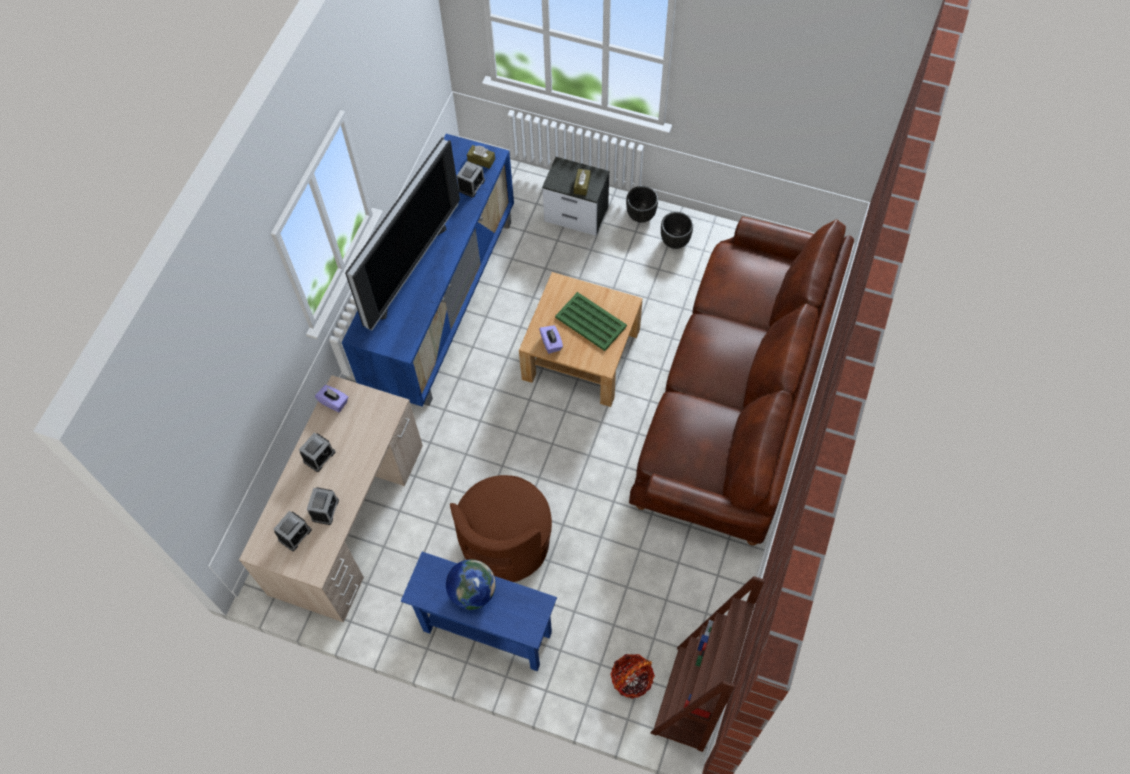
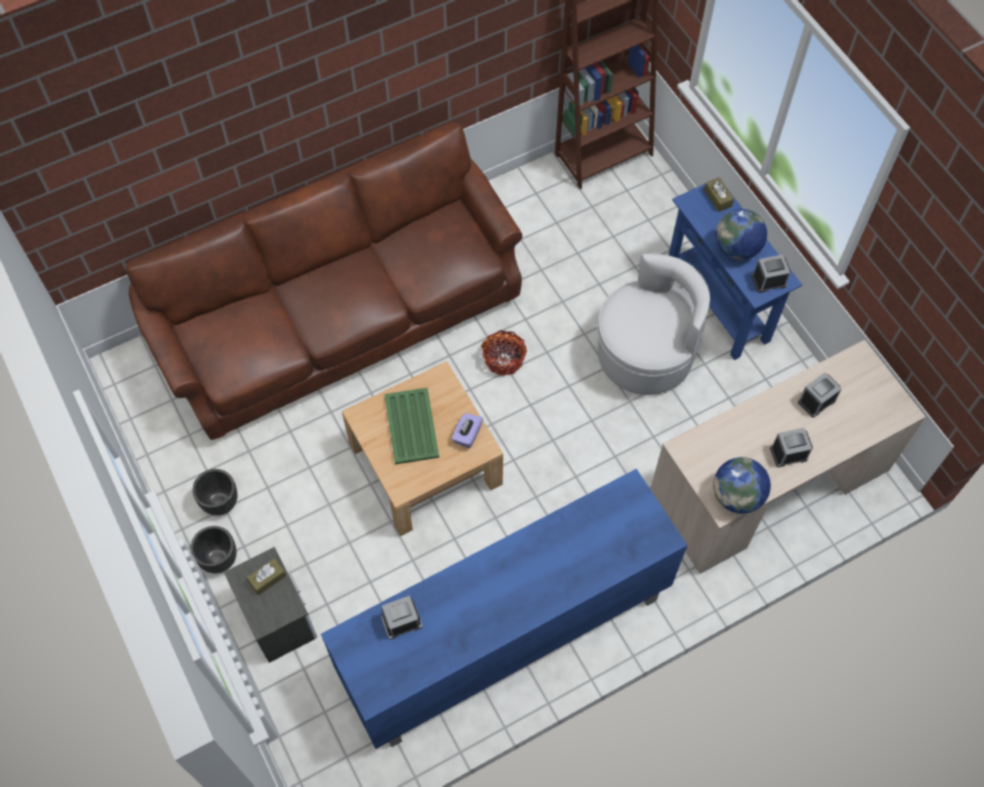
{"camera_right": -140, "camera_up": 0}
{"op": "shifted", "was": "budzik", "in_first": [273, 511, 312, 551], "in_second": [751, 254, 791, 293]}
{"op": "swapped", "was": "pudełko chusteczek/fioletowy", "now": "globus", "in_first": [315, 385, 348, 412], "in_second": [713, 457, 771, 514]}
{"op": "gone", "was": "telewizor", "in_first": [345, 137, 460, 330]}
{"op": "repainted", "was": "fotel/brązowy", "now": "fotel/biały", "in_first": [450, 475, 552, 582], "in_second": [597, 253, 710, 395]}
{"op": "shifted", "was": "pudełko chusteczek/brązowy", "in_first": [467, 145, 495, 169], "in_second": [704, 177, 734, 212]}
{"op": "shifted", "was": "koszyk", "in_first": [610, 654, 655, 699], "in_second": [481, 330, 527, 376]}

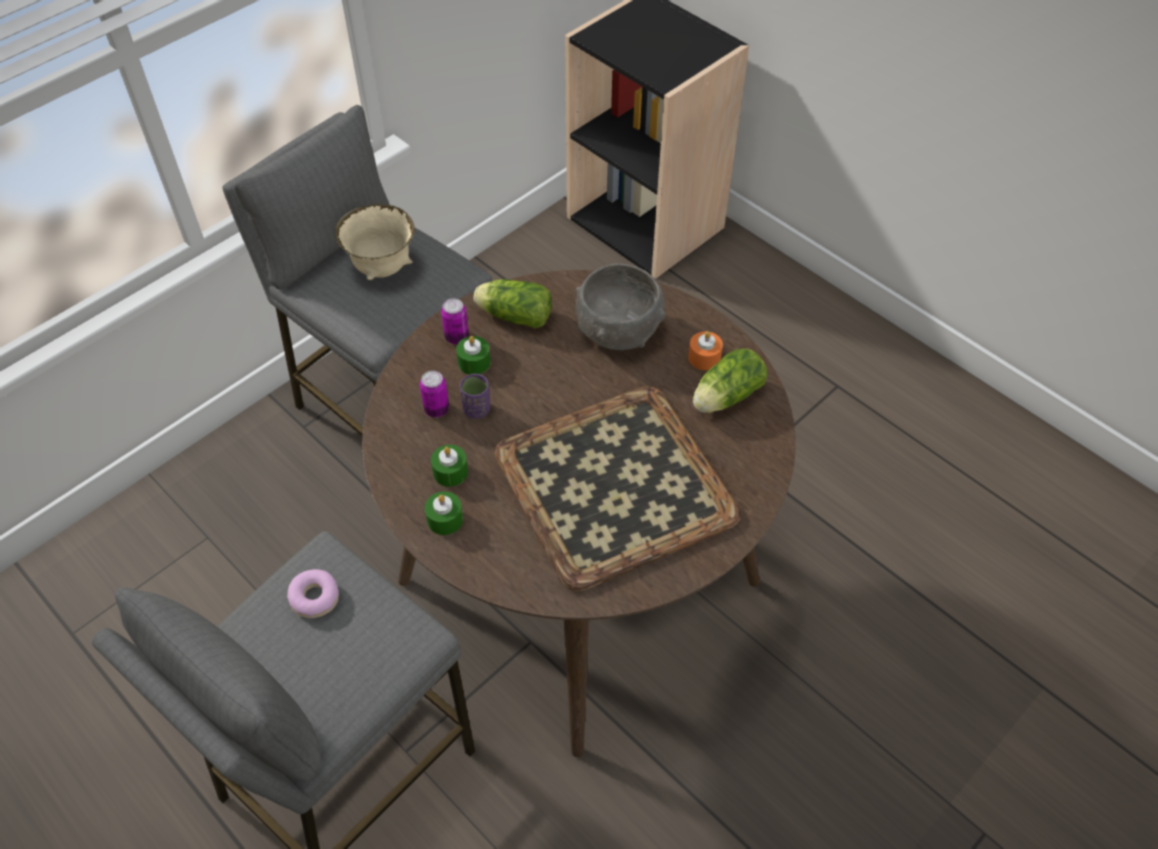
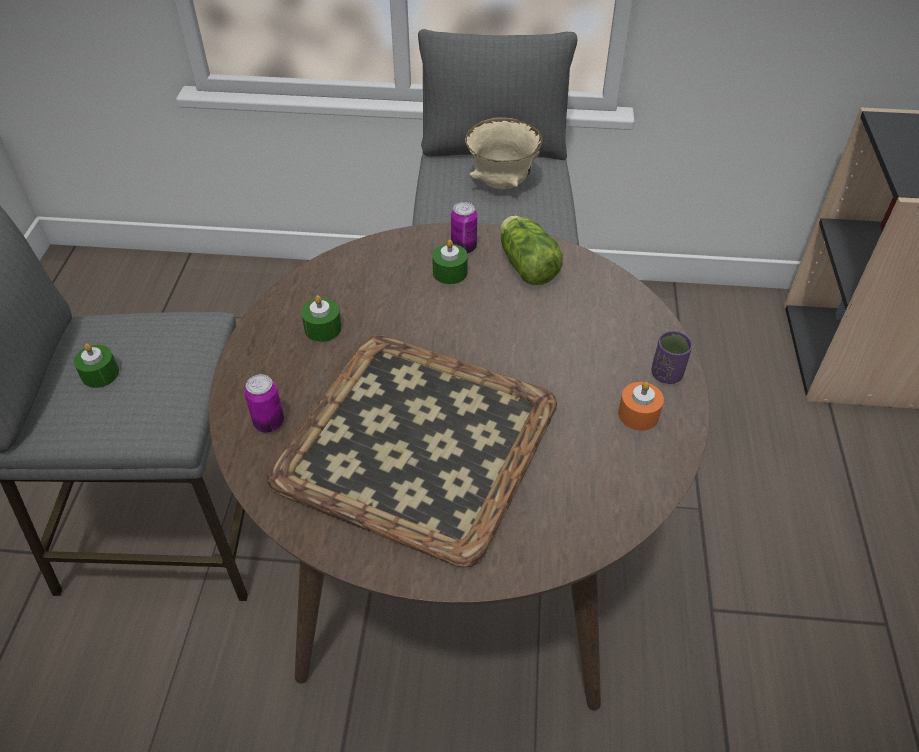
{"camera_right": 50, "camera_up": -5}
{"op": "gone", "was": "donut", "in_first": [287, 569, 339, 618]}
{"op": "shifted", "was": "puszka", "in_first": [420, 371, 449, 418], "in_second": [244, 374, 284, 433]}
{"op": "shifted", "was": "świeca/zielony", "in_first": [425, 491, 463, 535], "in_second": [74, 343, 119, 388]}
{"op": "shifted", "was": "filiżanka/fioletowy", "in_first": [460, 374, 490, 419], "in_second": [651, 331, 692, 384]}
{"op": "gone", "was": "miska/szary", "in_first": [575, 264, 665, 350]}
{"op": "gone", "was": "sałata", "in_first": [693, 349, 768, 413]}

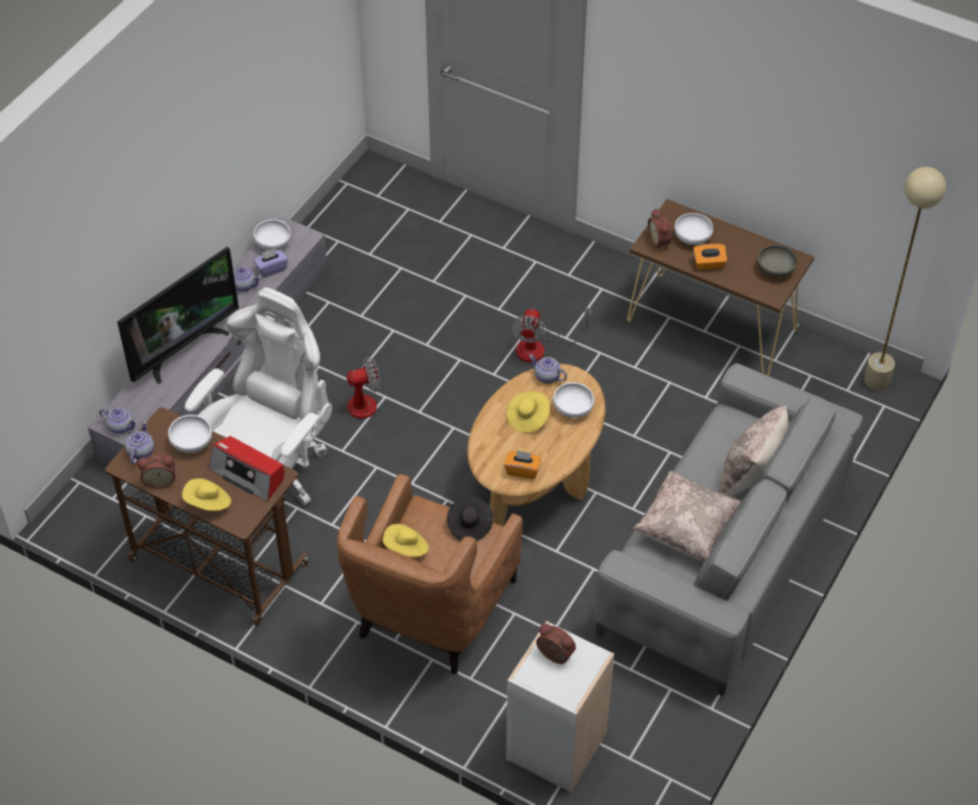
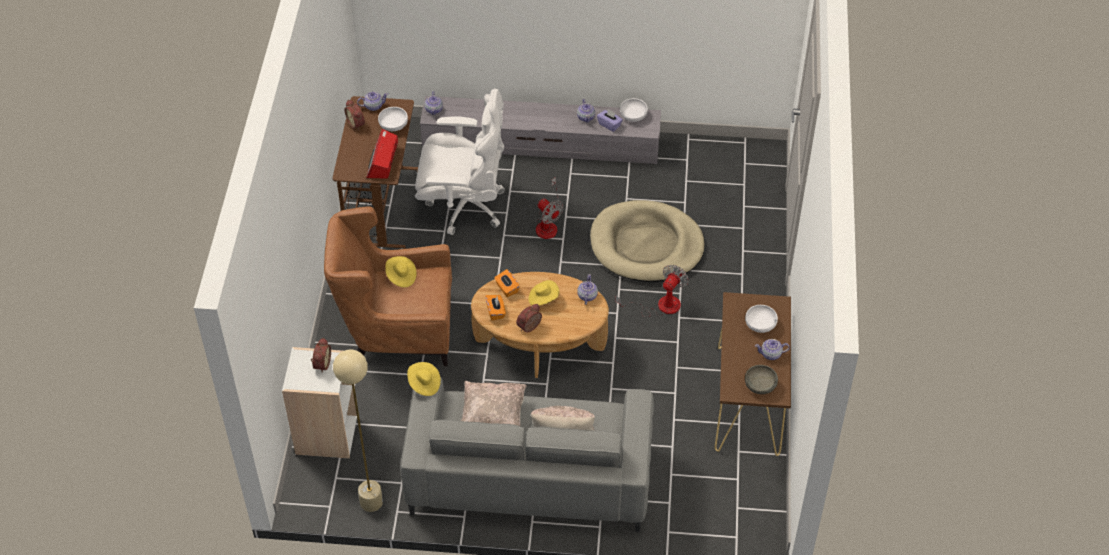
{"camera_right": 65, "camera_up": 0}
{"op": "gone", "was": "telewizor", "in_first": [117, 247, 239, 384]}
{"op": "shifted", "was": "kapelusz/żółty", "in_first": [182, 478, 231, 511], "in_second": [407, 362, 441, 396]}
{"op": "gone", "was": "kapelusz/czarny", "in_first": [447, 495, 493, 541]}
{"op": "rotated", "was": "wentylator", "in_first": [511, 308, 592, 362], "in_second": [615, 265, 689, 317], "clockwise": 135}
{"op": "gone", "was": "miska/biały", "in_first": [553, 382, 594, 418]}
{"op": "shifted", "was": "budzik", "in_first": [648, 208, 672, 250], "in_second": [516, 304, 542, 333]}
{"op": "shifted", "was": "pudełko chusteczek/pomarańczowy", "in_first": [693, 244, 727, 270], "in_second": [494, 269, 520, 297]}
{"op": "shifted", "was": "lampa stojąca/beżowy", "in_first": [864, 167, 946, 390], "in_second": [333, 349, 383, 512]}
{"op": "new", "now": "legowisko/beżowy", "in_second": [590, 200, 705, 282]}
{"op": "new", "now": "imbryk", "in_second": [755, 339, 790, 360]}

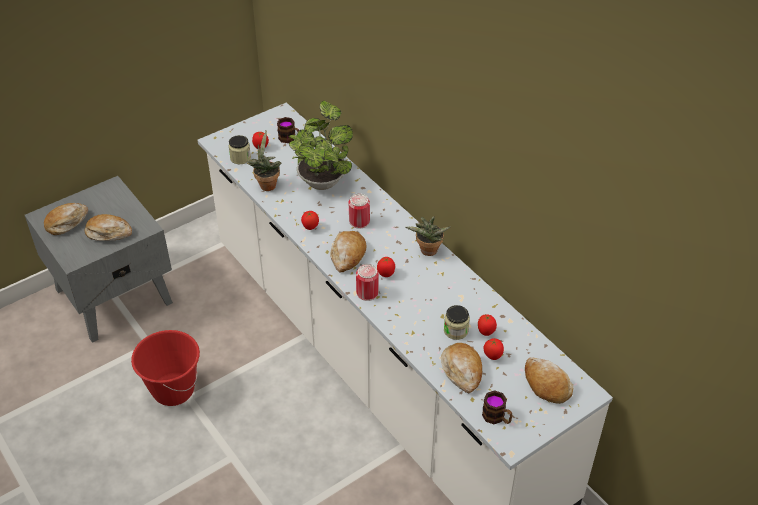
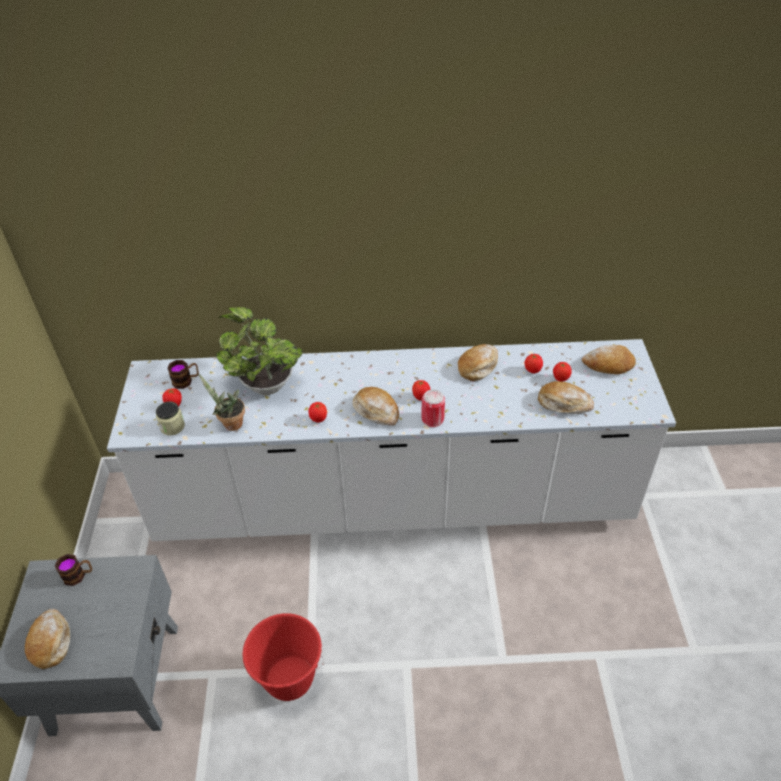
{"camera_right": -55, "camera_up": 0}
{"op": "shifted", "was": "chleb", "in_first": [84, 214, 132, 241], "in_second": [458, 344, 498, 381]}
{"op": "gone", "was": "puszka", "in_first": [349, 193, 370, 229]}
{"op": "gone", "was": "roślina doniczkowa", "in_first": [406, 216, 450, 256]}
{"op": "gone", "was": "słoik", "in_first": [444, 305, 470, 340]}
{"op": "shifted", "was": "kubek", "in_first": [482, 390, 513, 424], "in_second": [55, 554, 92, 586]}

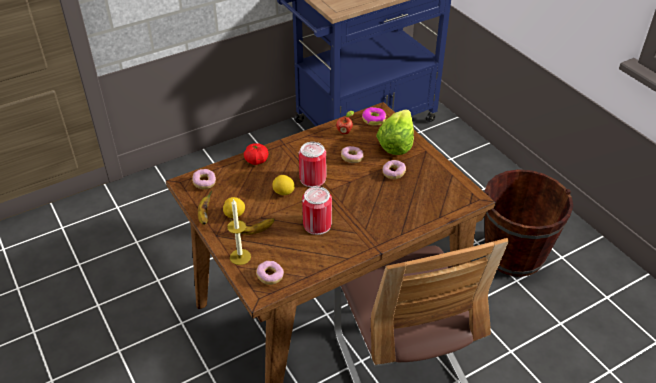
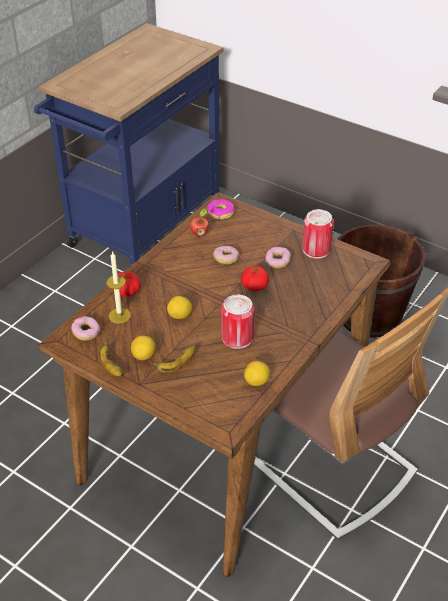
{"camera_right": -25, "camera_up": 0}
{"op": "shifted", "was": "świeca", "in_first": [227, 199, 251, 265], "in_second": [106, 251, 131, 324]}
{"op": "gone", "was": "donut", "in_first": [256, 261, 284, 285]}
{"op": "shifted", "was": "puszka", "in_first": [299, 142, 326, 187], "in_second": [302, 209, 334, 259]}
{"op": "gone", "was": "sałata", "in_first": [376, 109, 414, 155]}
{"op": "new", "now": "pomidor", "in_second": [241, 266, 269, 291]}
{"op": "new", "now": "cytryna", "in_second": [244, 361, 270, 386]}

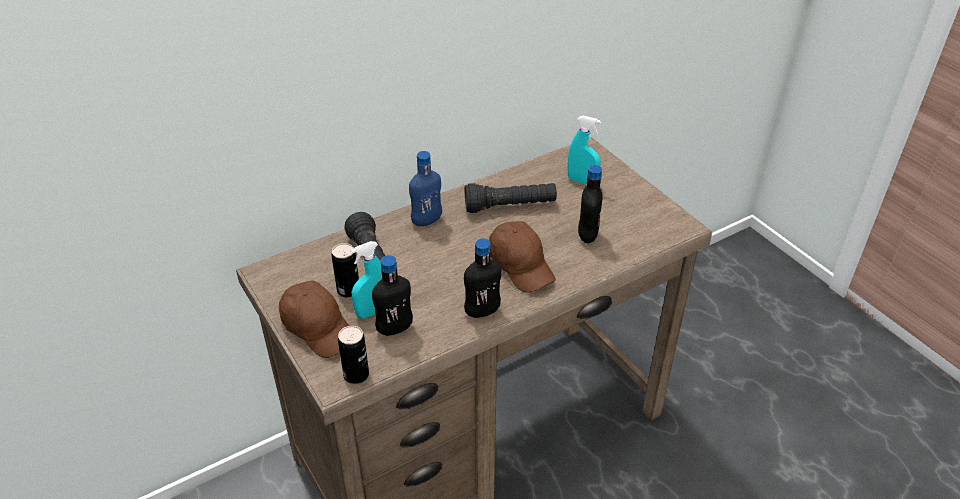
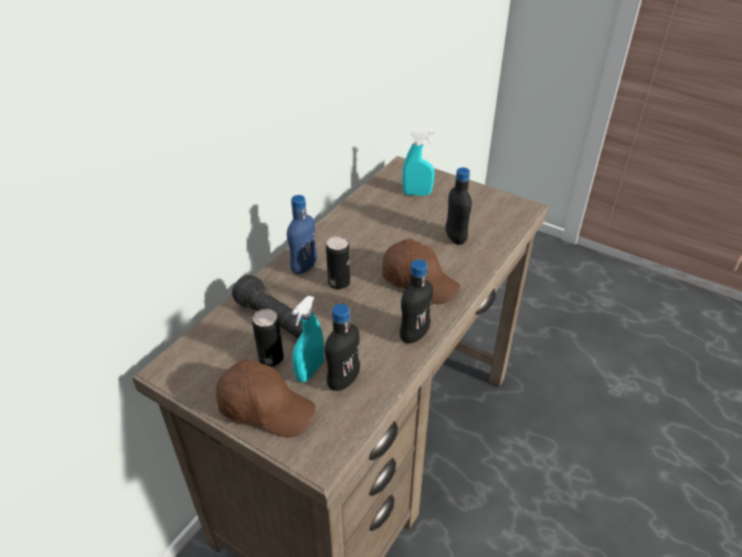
{"camera_right": -25, "camera_up": 0}
{"op": "shifted", "was": "puszka", "in_first": [338, 326, 369, 384], "in_second": [326, 236, 350, 289]}
{"op": "gone", "was": "latarka/czarny", "in_first": [465, 183, 557, 213]}

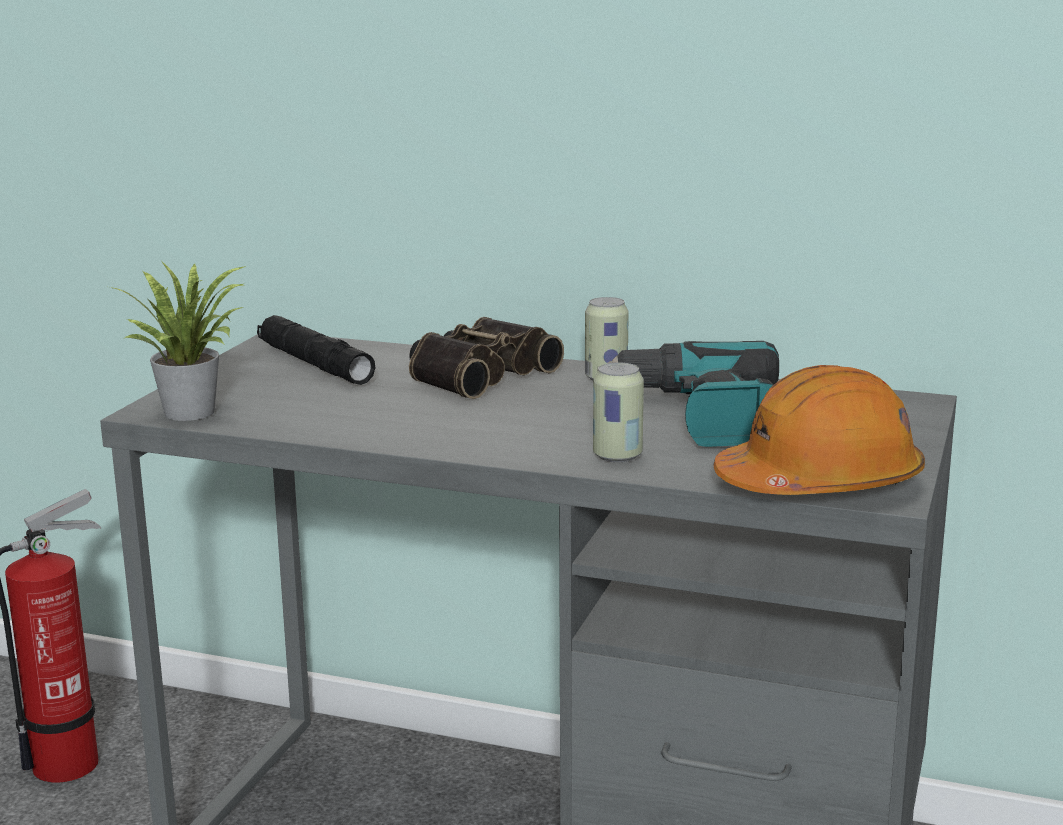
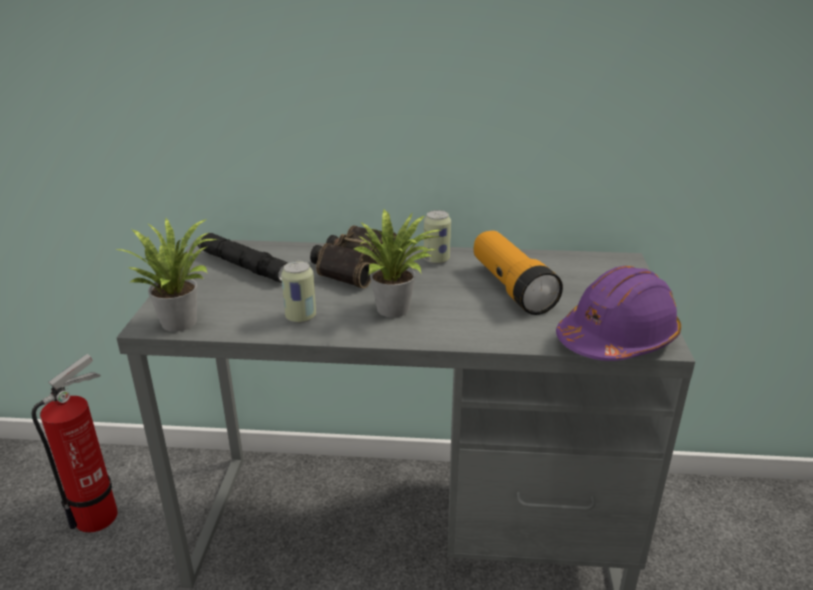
{"camera_right": -15, "camera_up": 10}
{"op": "shifted", "was": "puszka", "in_first": [593, 363, 644, 462], "in_second": [281, 261, 316, 323]}
{"op": "swapped", "was": "wiertarka", "now": "latarka", "in_first": [597, 341, 779, 447], "in_second": [474, 231, 563, 315]}
{"op": "repainted", "was": "kask/pomarańczowy", "now": "kask/fioletowy", "in_first": [714, 365, 925, 495], "in_second": [556, 266, 681, 361]}
{"op": "new", "now": "roślina doniczkowa", "in_second": [354, 209, 441, 317]}

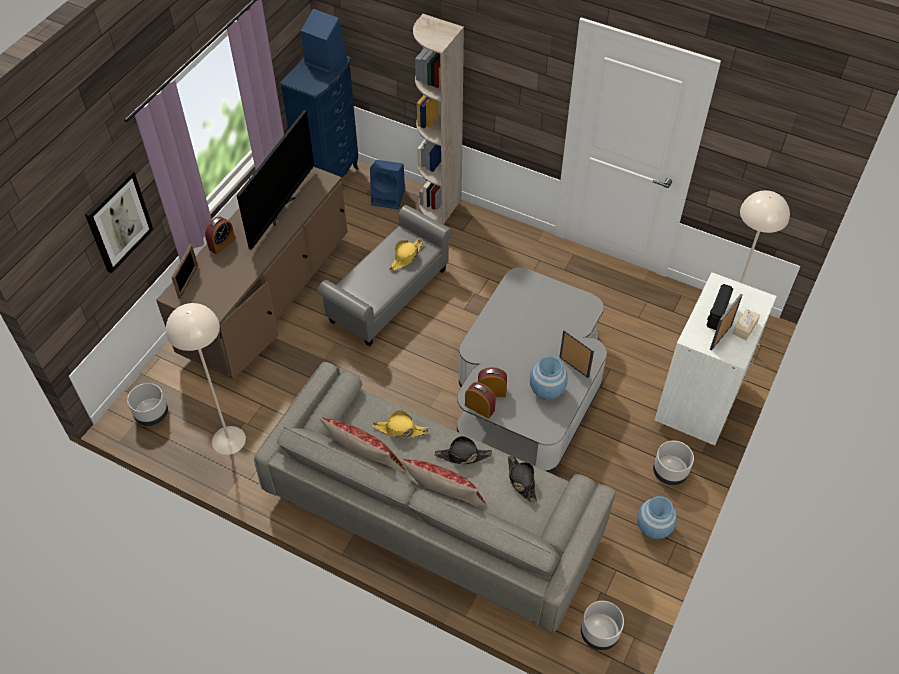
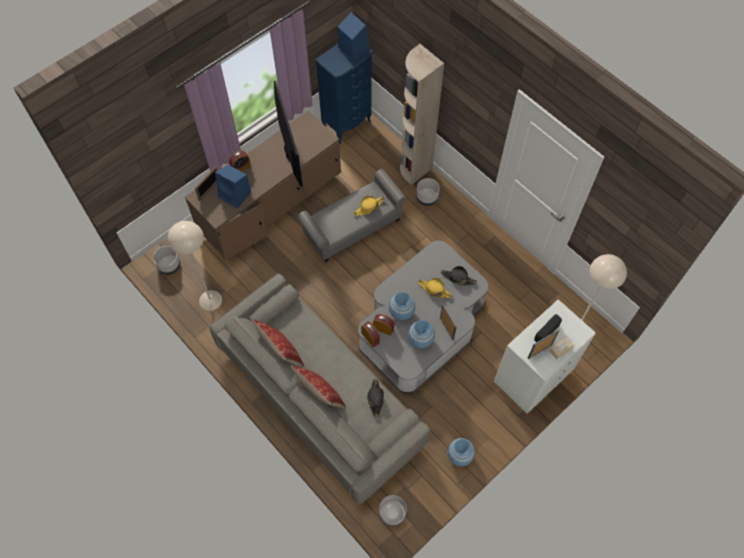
{"camera_right": 20, "camera_up": 10}
{"op": "gone", "was": "obraz", "in_first": [85, 170, 153, 273]}
{"op": "rotated", "was": "telewizor", "in_first": [237, 110, 314, 250], "in_second": [274, 80, 303, 187], "clockwise": -60}
{"op": "shifted", "was": "głośnik/niebieski", "in_first": [370, 160, 405, 209], "in_second": [215, 165, 251, 208]}
{"op": "shifted", "was": "kapelusz/żółty", "in_first": [373, 410, 429, 438], "in_second": [418, 278, 453, 298]}
{"op": "shifted", "was": "kapelusz/czarny", "in_first": [435, 436, 492, 464], "in_second": [441, 266, 477, 285]}
{"op": "shifted", "was": "donica/szary", "in_first": [653, 441, 694, 486], "in_second": [416, 178, 440, 206]}
{"op": "new", "now": "wazon/niebieski", "in_second": [389, 292, 415, 320]}

